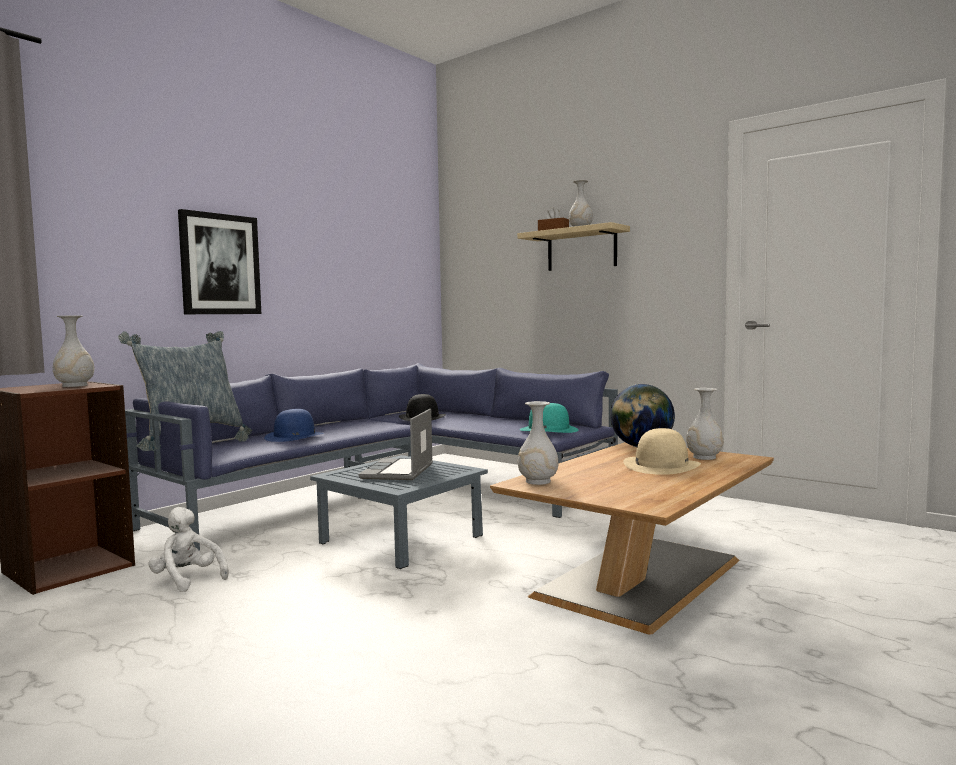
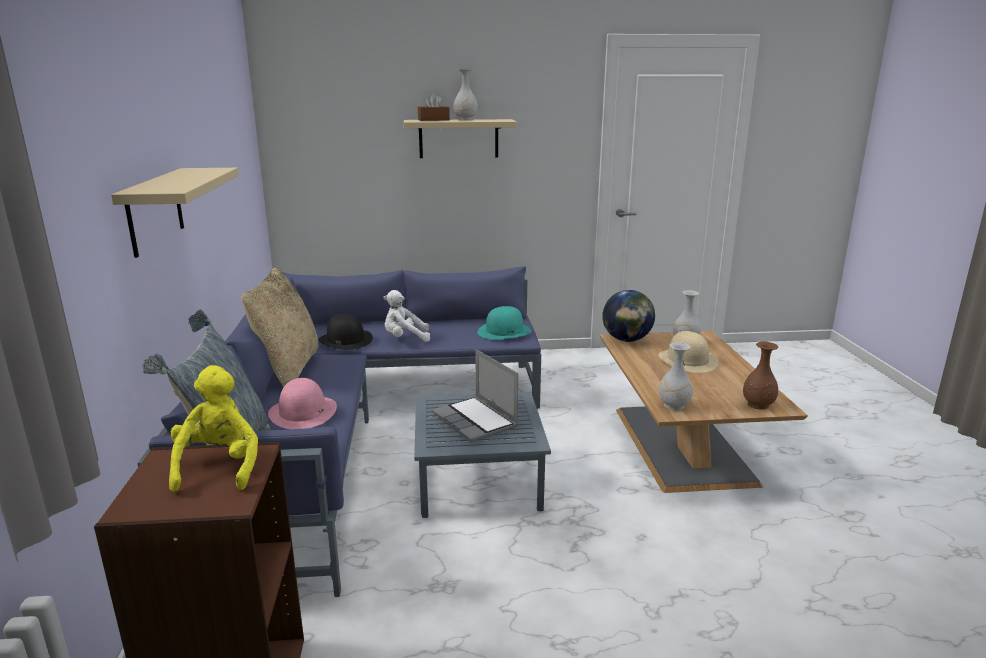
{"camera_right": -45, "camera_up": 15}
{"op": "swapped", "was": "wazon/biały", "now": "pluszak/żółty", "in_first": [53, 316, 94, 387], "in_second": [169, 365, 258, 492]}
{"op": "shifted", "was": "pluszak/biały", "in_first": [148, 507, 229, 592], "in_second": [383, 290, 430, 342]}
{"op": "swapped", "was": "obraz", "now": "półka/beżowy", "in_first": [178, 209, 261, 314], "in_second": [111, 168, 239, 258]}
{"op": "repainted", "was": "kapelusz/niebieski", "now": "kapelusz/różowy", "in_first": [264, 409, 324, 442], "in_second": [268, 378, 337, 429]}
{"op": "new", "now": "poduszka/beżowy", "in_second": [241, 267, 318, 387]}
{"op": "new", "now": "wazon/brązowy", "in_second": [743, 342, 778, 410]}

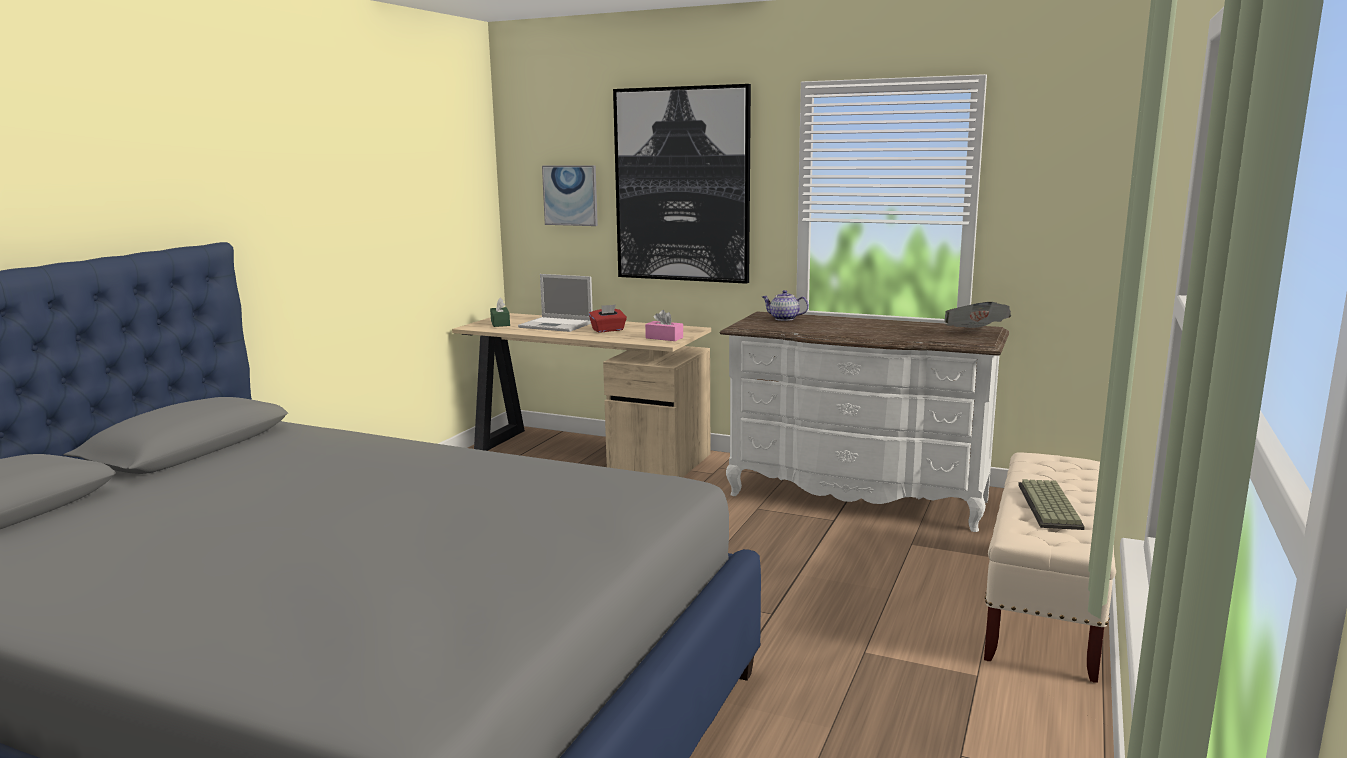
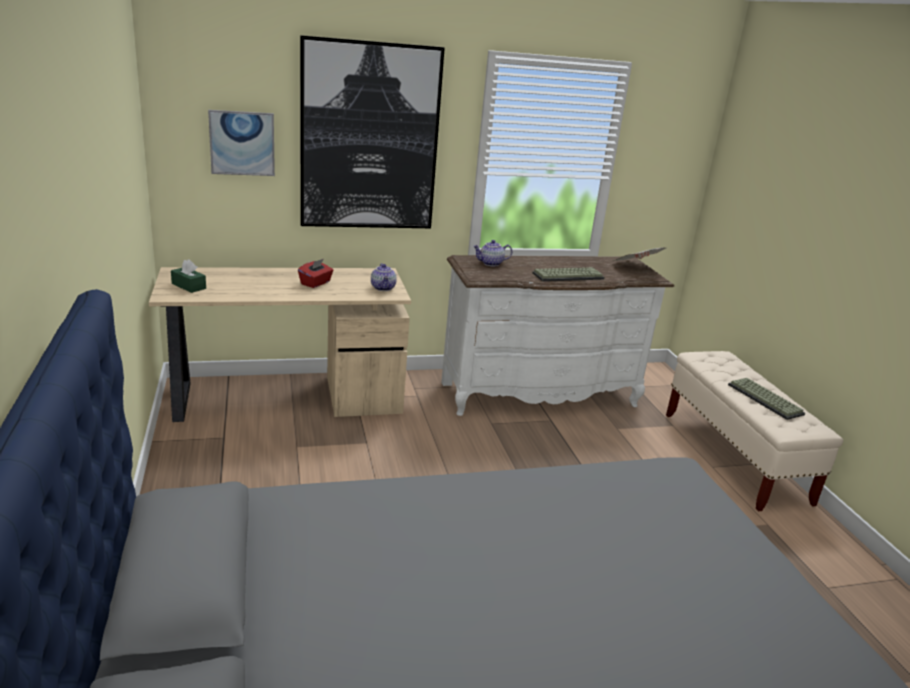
{"camera_right": -40, "camera_up": 10}
{"op": "gone", "was": "laptop", "in_first": [518, 274, 593, 332]}
{"op": "swapped", "was": "pudełko chusteczek/różowy", "now": "imbryk", "in_first": [645, 310, 683, 341], "in_second": [371, 263, 397, 291]}
{"op": "new", "now": "klawiatura", "in_second": [532, 267, 605, 282]}

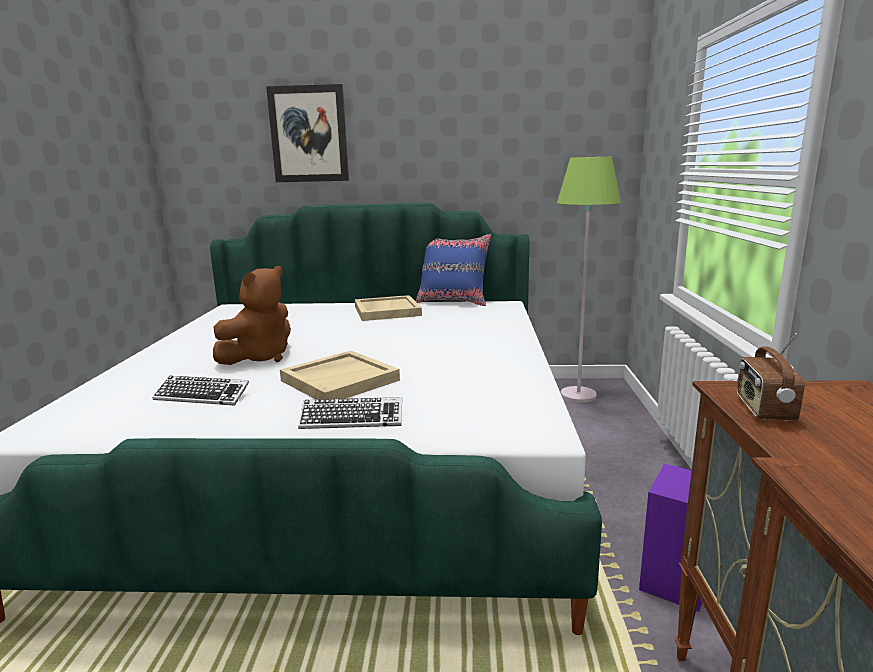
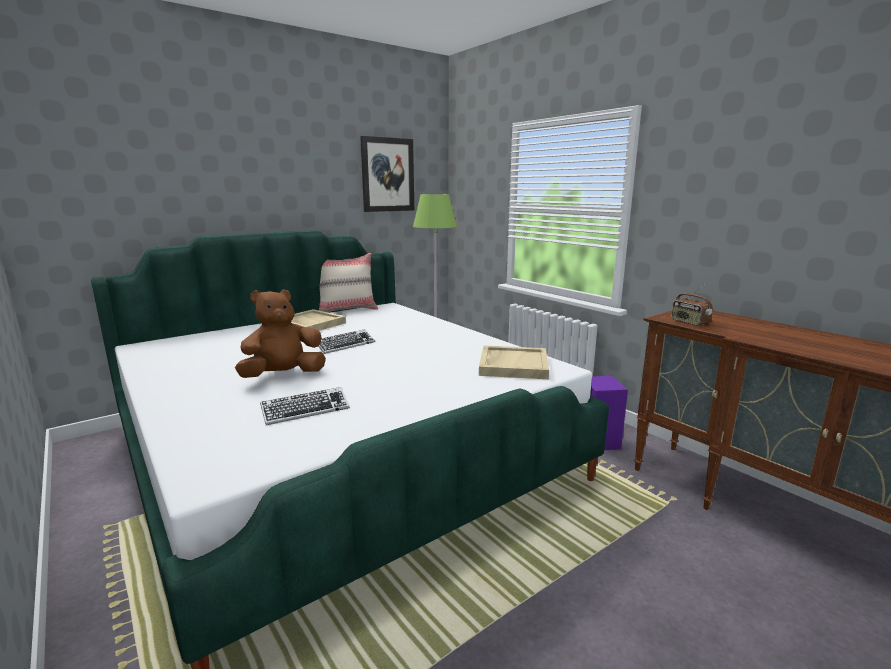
{"camera_right": -40, "camera_up": 0}
{"op": "rotated", "was": "pluszak/brązowy", "in_first": [213, 266, 291, 365], "in_second": [235, 289, 326, 378], "clockwise": -120}
{"op": "shifted", "was": "obraz", "in_first": [266, 84, 349, 182], "in_second": [360, 136, 414, 212]}
{"op": "shifted", "was": "taca/beżowy", "in_first": [280, 351, 400, 400], "in_second": [479, 346, 549, 379]}
{"op": "shifted", "was": "klawiatura", "in_first": [298, 397, 402, 429], "in_second": [318, 329, 375, 354]}
{"op": "repainted", "was": "poduszka/niebieski", "now": "poduszka/beżowy", "in_first": [416, 234, 492, 306], "in_second": [319, 253, 378, 312]}

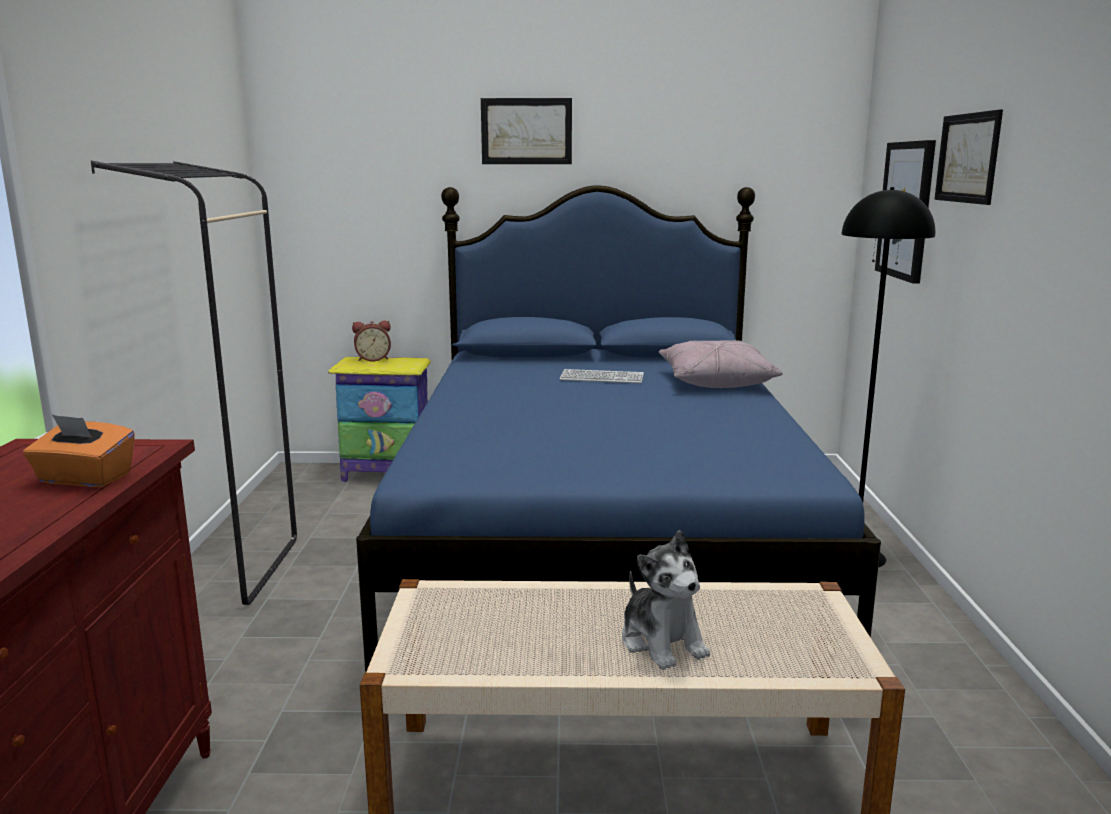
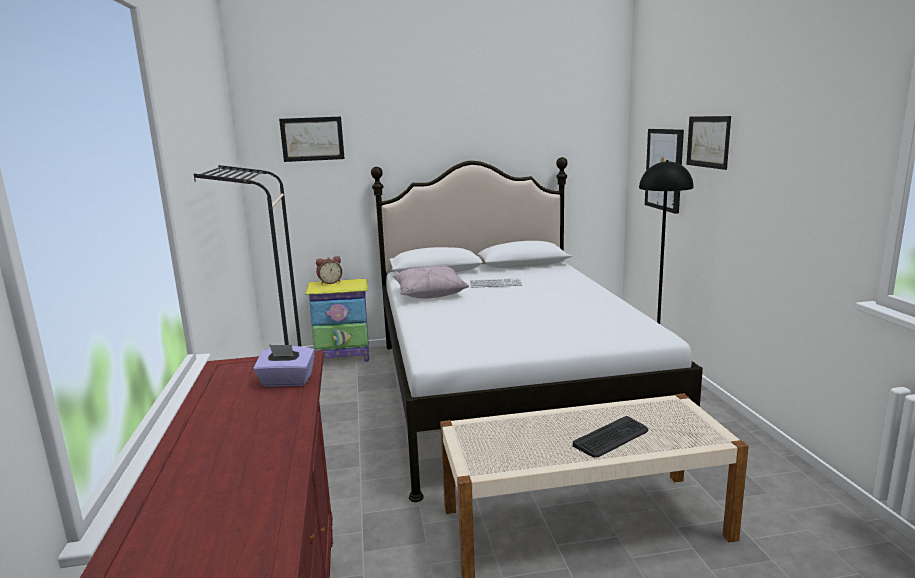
{"camera_right": -10, "camera_up": 0}
{"op": "repainted", "was": "pudełko chusteczek/pomarańczowy", "now": "pudełko chusteczek/fioletowy", "in_first": [23, 415, 135, 487], "in_second": [254, 345, 315, 387]}
{"op": "repainted", "was": "łóżko/niebieski", "now": "łóżko/biały", "in_first": [356, 185, 881, 678], "in_second": [371, 157, 703, 502]}
{"op": "shifted", "was": "obraz", "in_first": [481, 98, 572, 164], "in_second": [279, 117, 345, 162]}
{"op": "swapped", "was": "pluszak", "now": "klawiatura", "in_first": [622, 530, 710, 670], "in_second": [573, 416, 648, 458]}
{"op": "shifted", "was": "poduszka/fioletowy", "in_first": [659, 340, 783, 388], "in_second": [393, 266, 469, 299]}

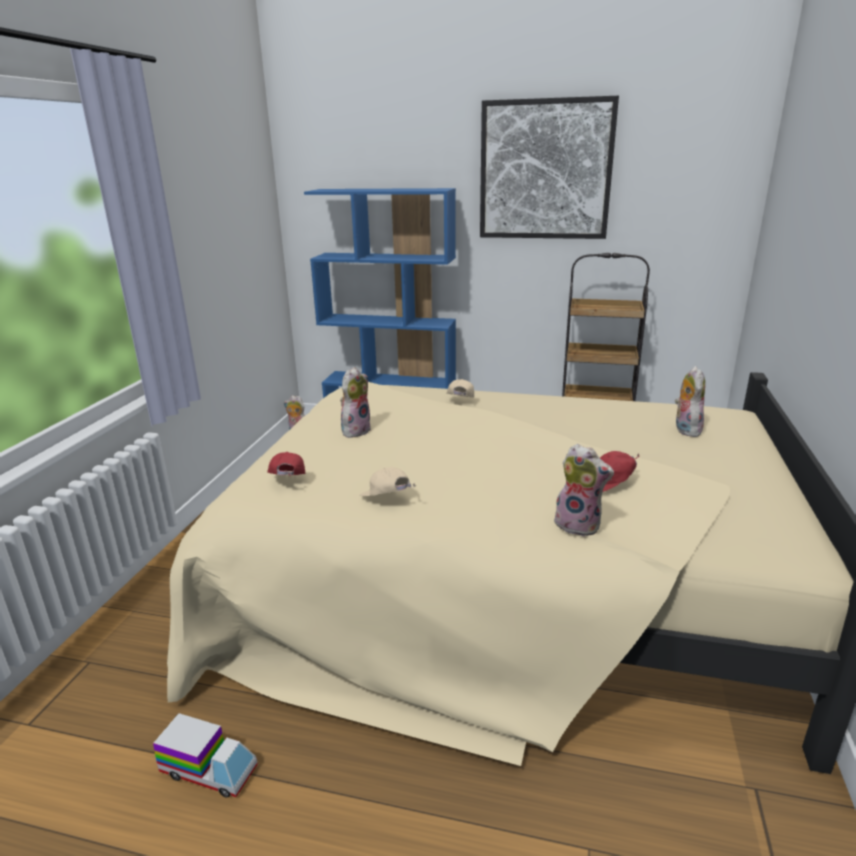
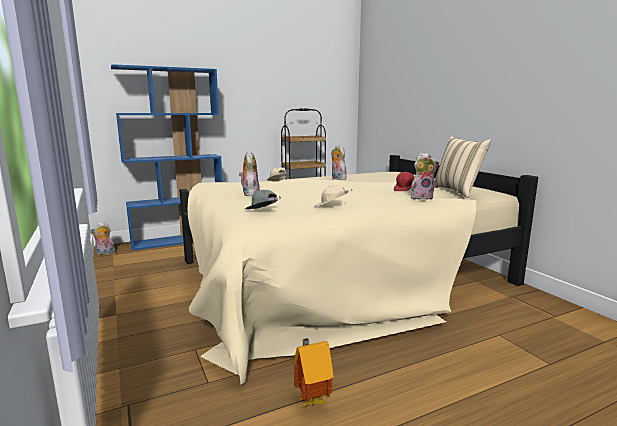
{"camera_right": -40, "camera_up": -10}
{"op": "swapped", "was": "ciężarówka zabawkowa", "now": "domek", "in_first": [153, 713, 258, 798], "in_second": [293, 338, 334, 407]}
{"op": "repainted", "was": "czapka z daszkiem/czerwony", "now": "czapka z daszkiem/szary", "in_first": [267, 452, 306, 476], "in_second": [245, 190, 281, 209]}
{"op": "gone", "was": "obraz", "in_first": [480, 96, 619, 239]}
{"op": "shifted", "was": "pluszak", "in_first": [675, 366, 705, 437], "in_second": [331, 144, 347, 180]}
{"op": "new", "now": "poduszka/beżowy", "in_second": [434, 136, 491, 198]}

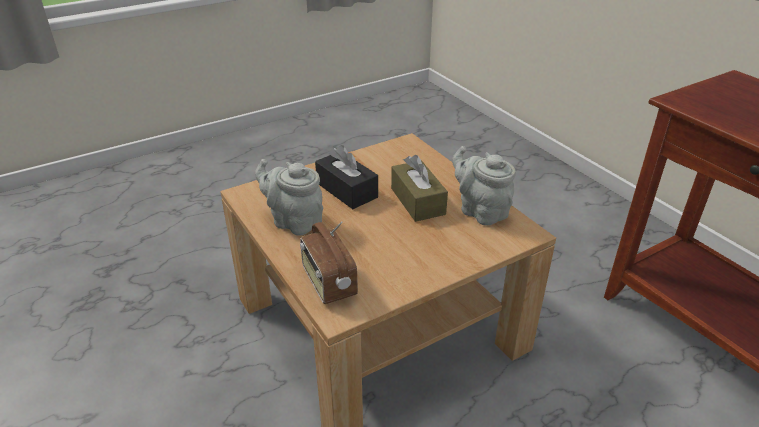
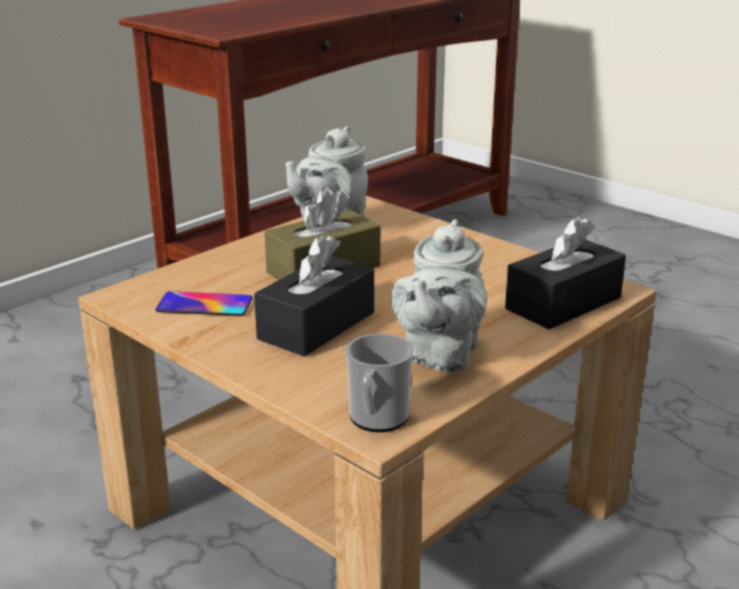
{"camera_right": -105, "camera_up": -10}
{"op": "swapped", "was": "radio", "now": "pudełko chusteczek/czarny", "in_first": [300, 221, 358, 304], "in_second": [505, 216, 626, 330]}
{"op": "new", "now": "telefon", "in_second": [155, 291, 253, 316]}
{"op": "new", "now": "kubek", "in_second": [346, 334, 414, 432]}

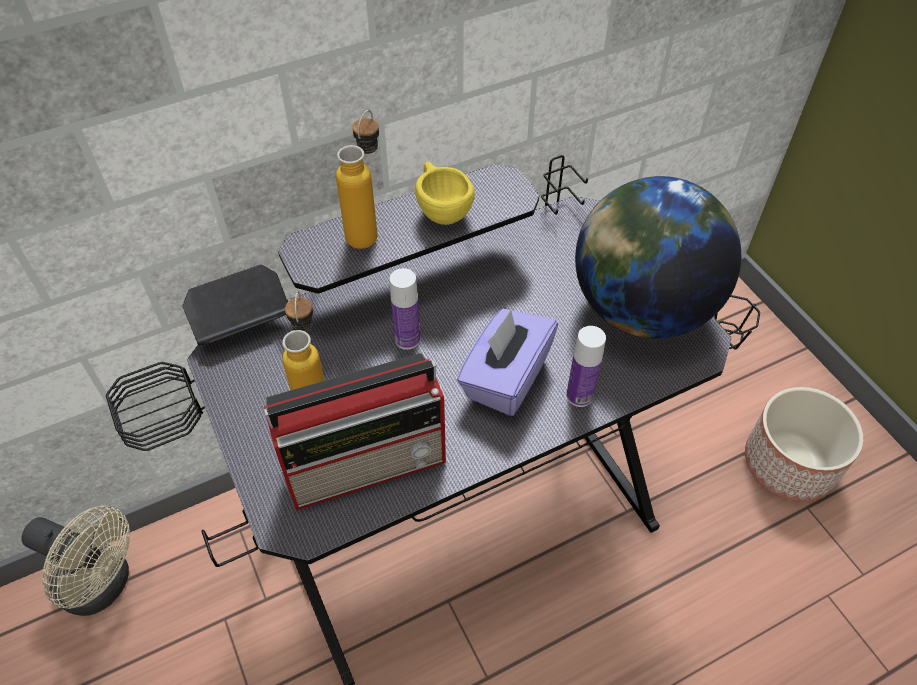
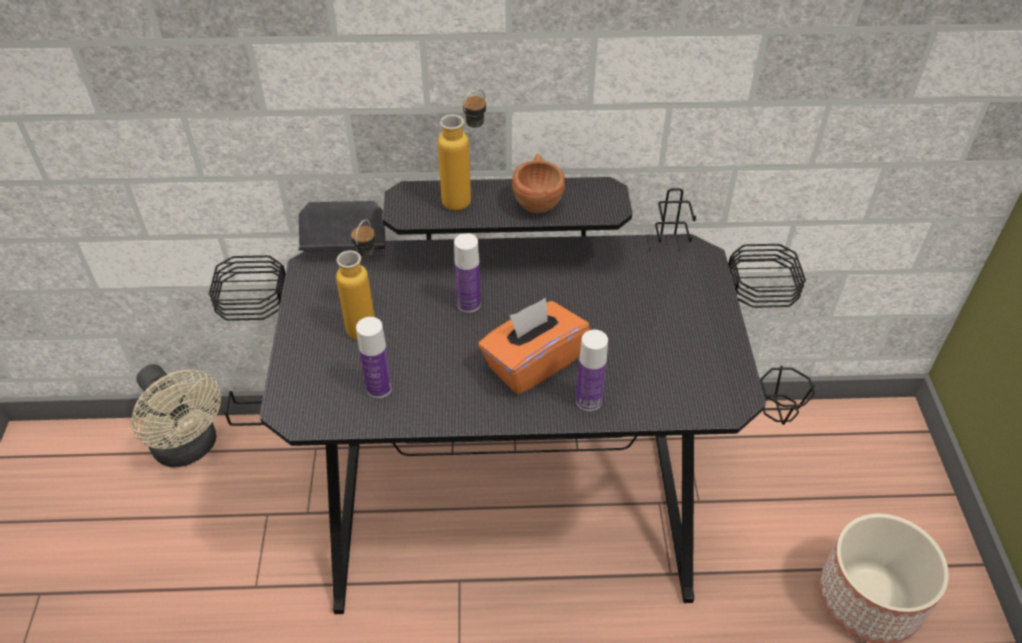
{"camera_right": 25, "camera_up": -5}
{"op": "swapped", "was": "radio", "now": "butelka", "in_first": [264, 353, 447, 511], "in_second": [356, 317, 392, 398]}
{"op": "repainted", "was": "filiżanka/żółty", "now": "filiżanka/brązowy", "in_first": [415, 161, 474, 225], "in_second": [512, 154, 565, 213]}
{"op": "repainted", "was": "pudełko chusteczek/fioletowy", "now": "pudełko chusteczek/pomarańczowy", "in_first": [457, 309, 558, 416], "in_second": [478, 298, 590, 395]}
{"op": "gone", "was": "globus", "in_first": [575, 176, 742, 339]}

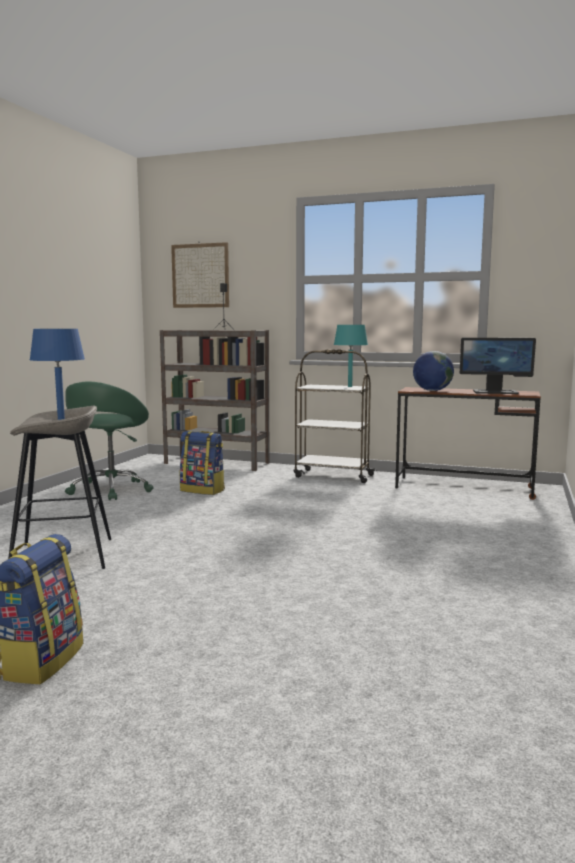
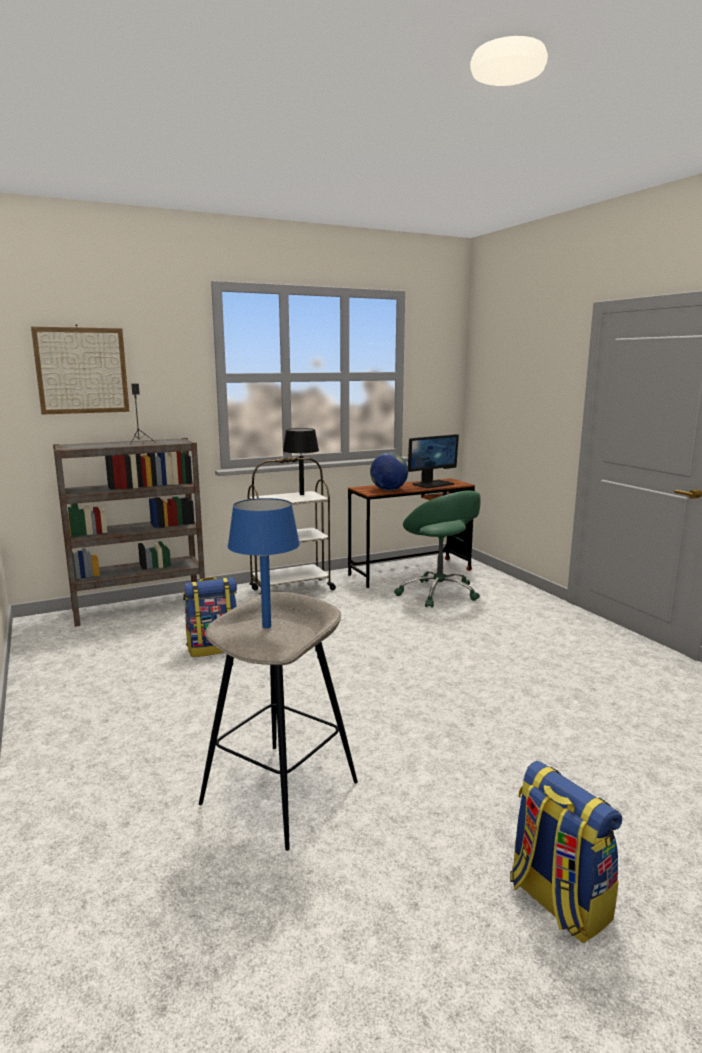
{"camera_right": -45, "camera_up": 5}
{"op": "shifted", "was": "krzesło biurowe/zielony", "in_first": [65, 381, 154, 500], "in_second": [394, 491, 481, 607]}
{"op": "repainted", "was": "lampa stołowa/turkusowy", "now": "lampa stołowa/czarny", "in_first": [334, 325, 368, 387], "in_second": [283, 428, 319, 495]}

